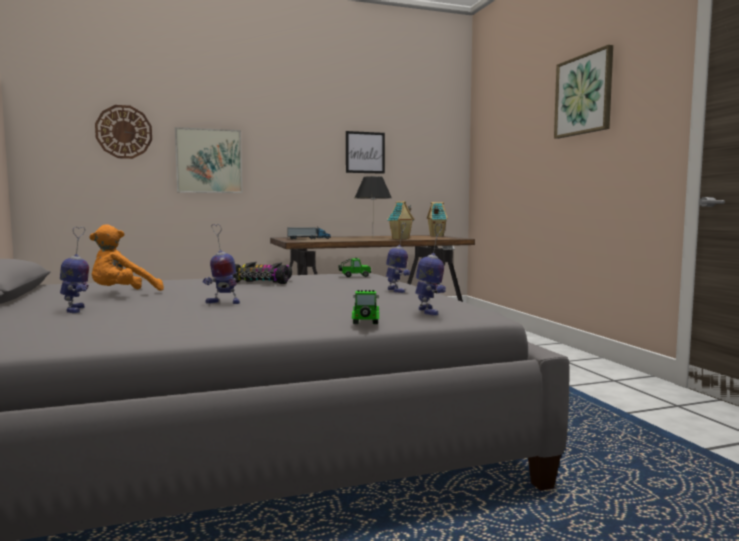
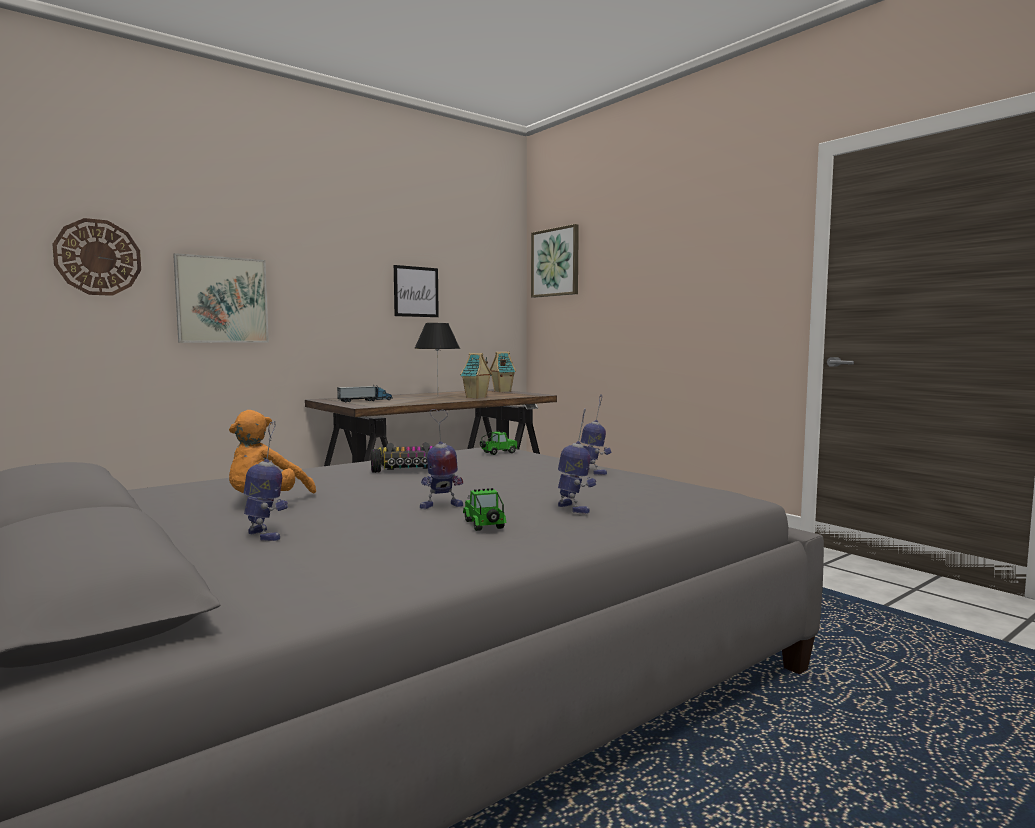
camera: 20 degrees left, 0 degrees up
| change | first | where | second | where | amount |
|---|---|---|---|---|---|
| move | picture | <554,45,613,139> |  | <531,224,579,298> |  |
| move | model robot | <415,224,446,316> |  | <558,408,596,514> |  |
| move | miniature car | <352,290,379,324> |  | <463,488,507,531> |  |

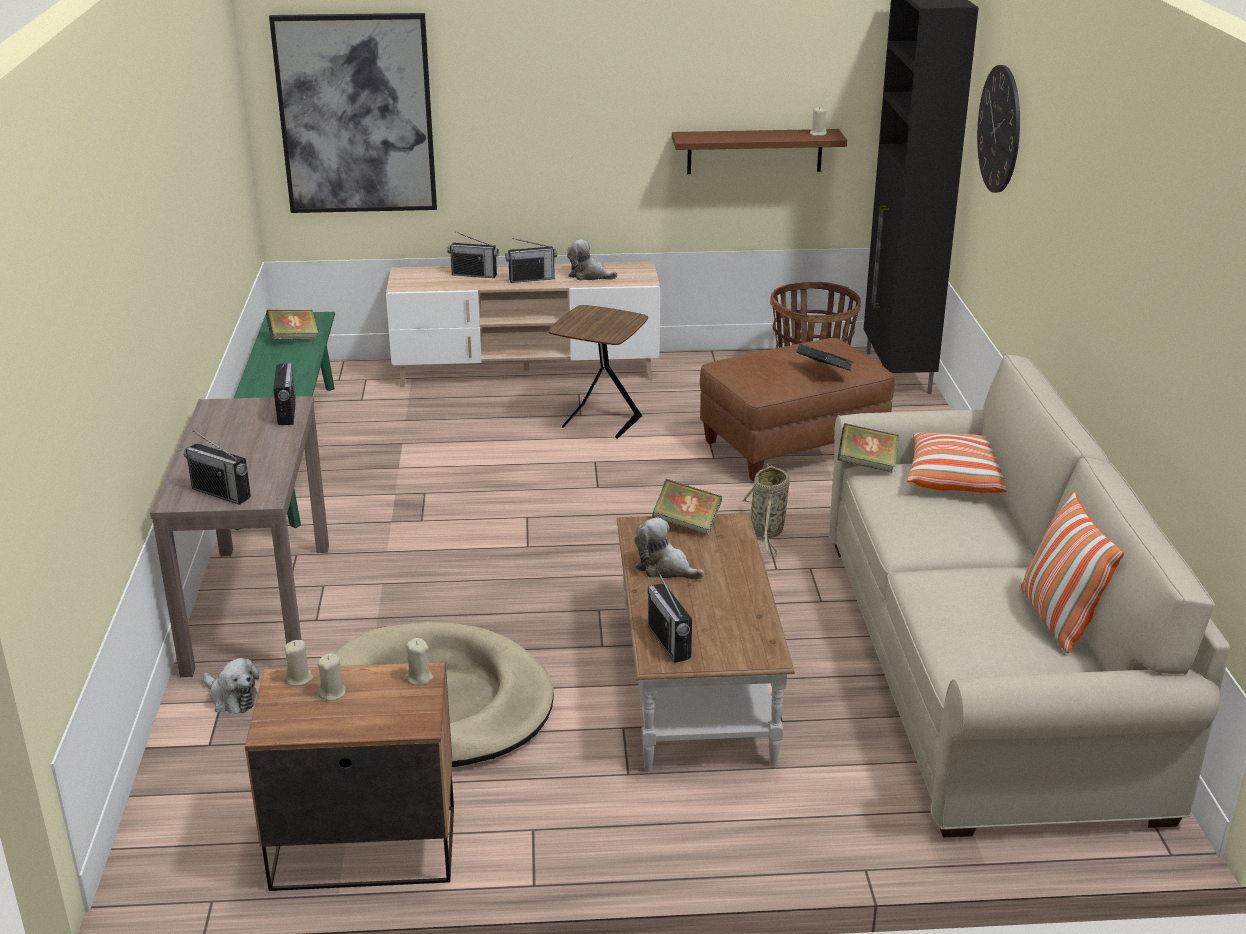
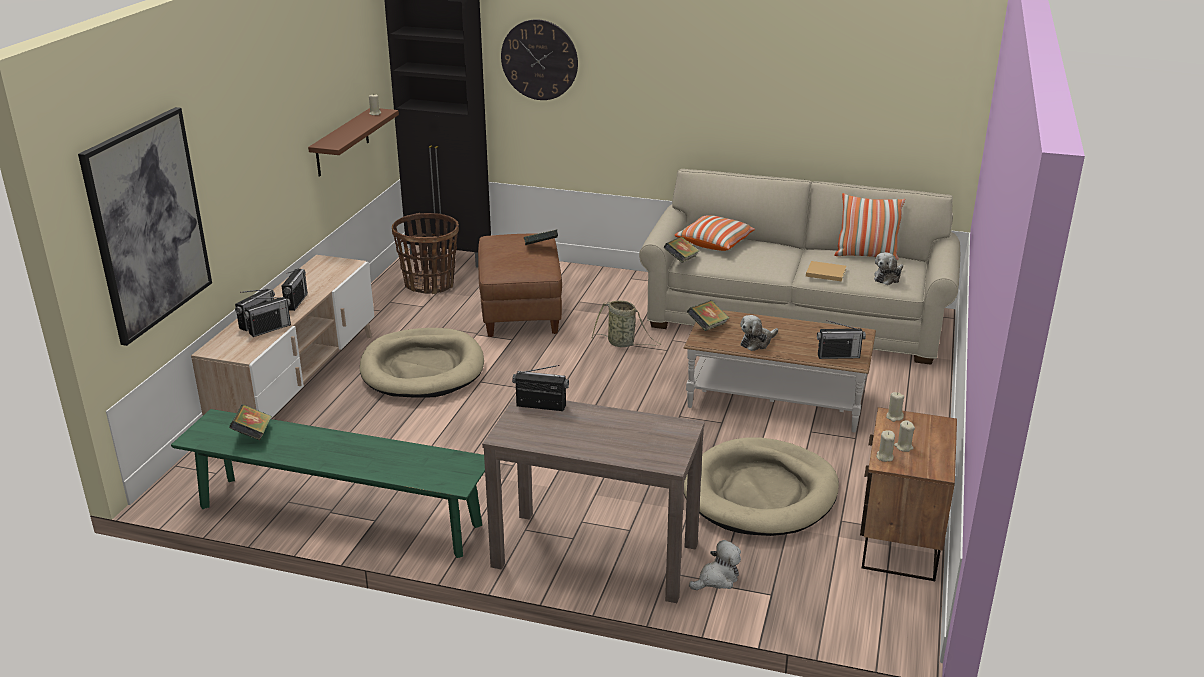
camera: 70 degrees left, 0 degrees up
| change | first | where | second | where | amount |
|---|---|---|---|---|---|
| move | soft toy | <567,239,618,280> |  | <874,252,903,285> |  |
| replace | side table in brownish | <549,305,648,439> | dog bed in beige | <360,328,484,397> |  |
| move | radio set | <184,430,251,505> |  | <243,297,291,337> |  |
| insert |  |  | volume in beige | <806,261,846,282> |  |

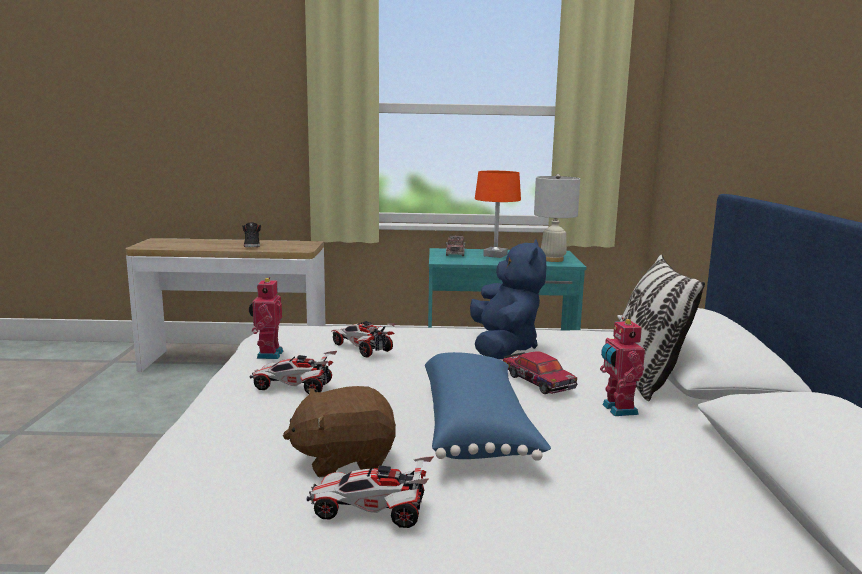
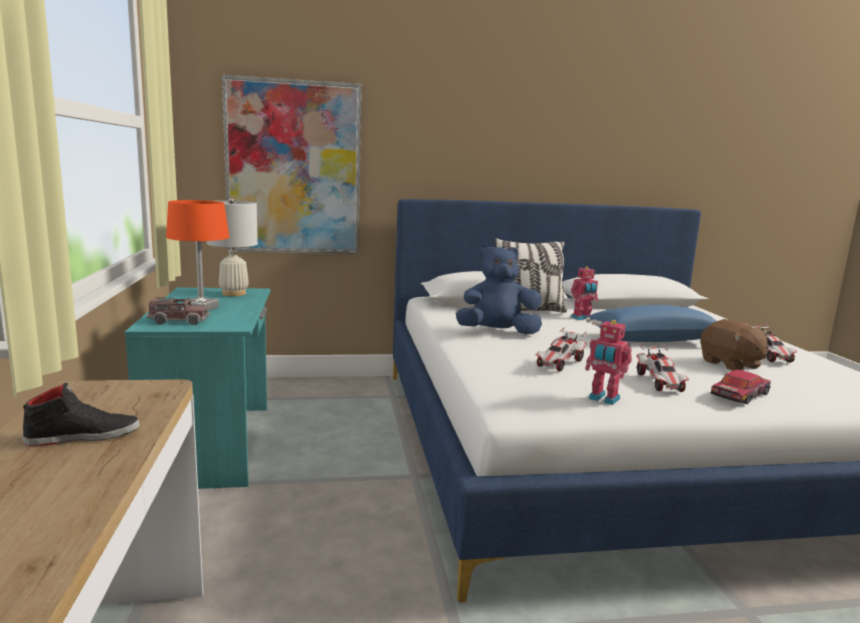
camera: 100 degrees left, 0 degrees up
| change | first | where | second | where | amount |
|---|---|---|---|---|---|
| rotate | model robot | <249,277,283,359> |  | <585,319,632,405> | 45 degrees clockwise |
| move | miniature car | <503,352,577,394> |  | <711,370,771,404> |  |
| insert |  |  | picture | <222,75,361,254> |  |

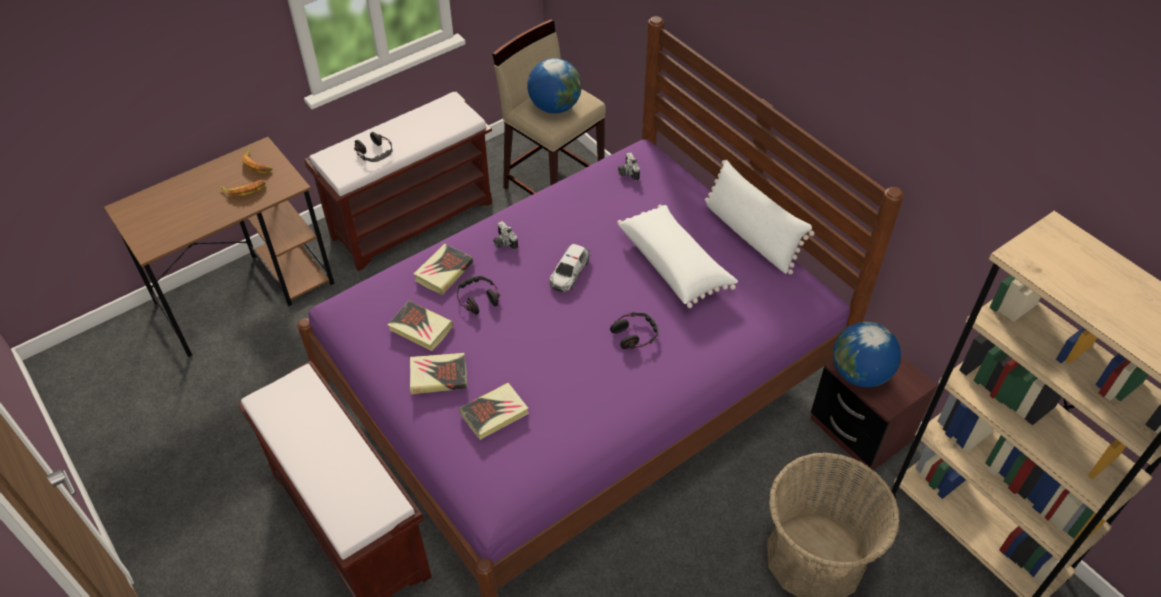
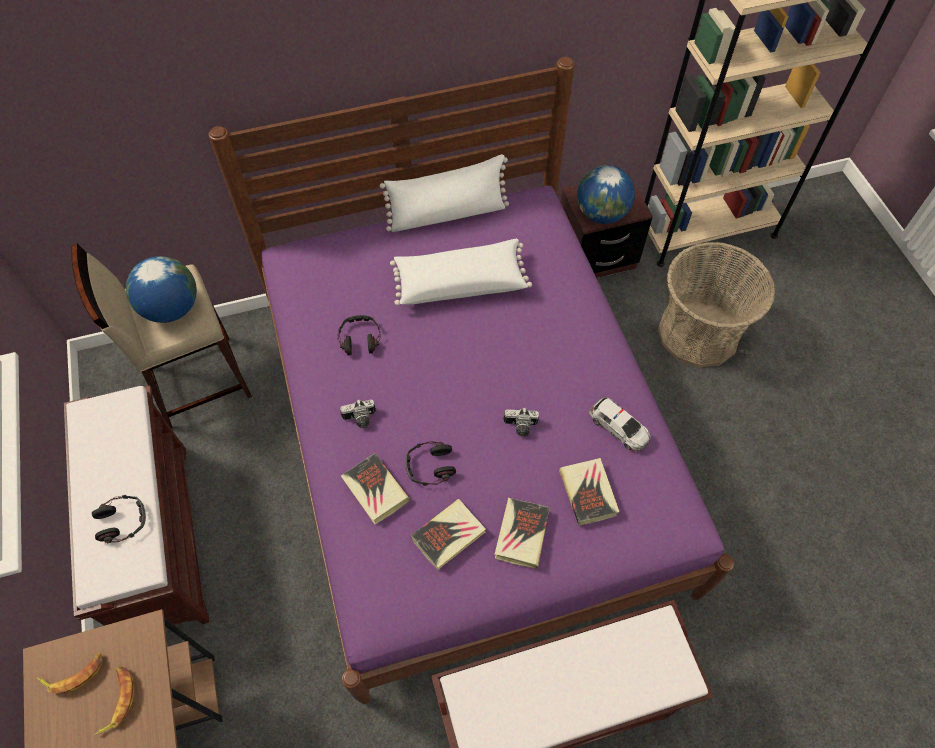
camera: 70 degrees left, 10 degrees up
| change | first | where | second | where | amount |
|---|---|---|---|---|---|
| move | photo camera | <618,152,640,181> |  | <503,408,539,437> |  |
| move | miniature car | <549,244,590,292> |  | <589,397,651,452> |  |
| move | headphones | <610,312,658,349> |  | <337,315,381,356> |  |

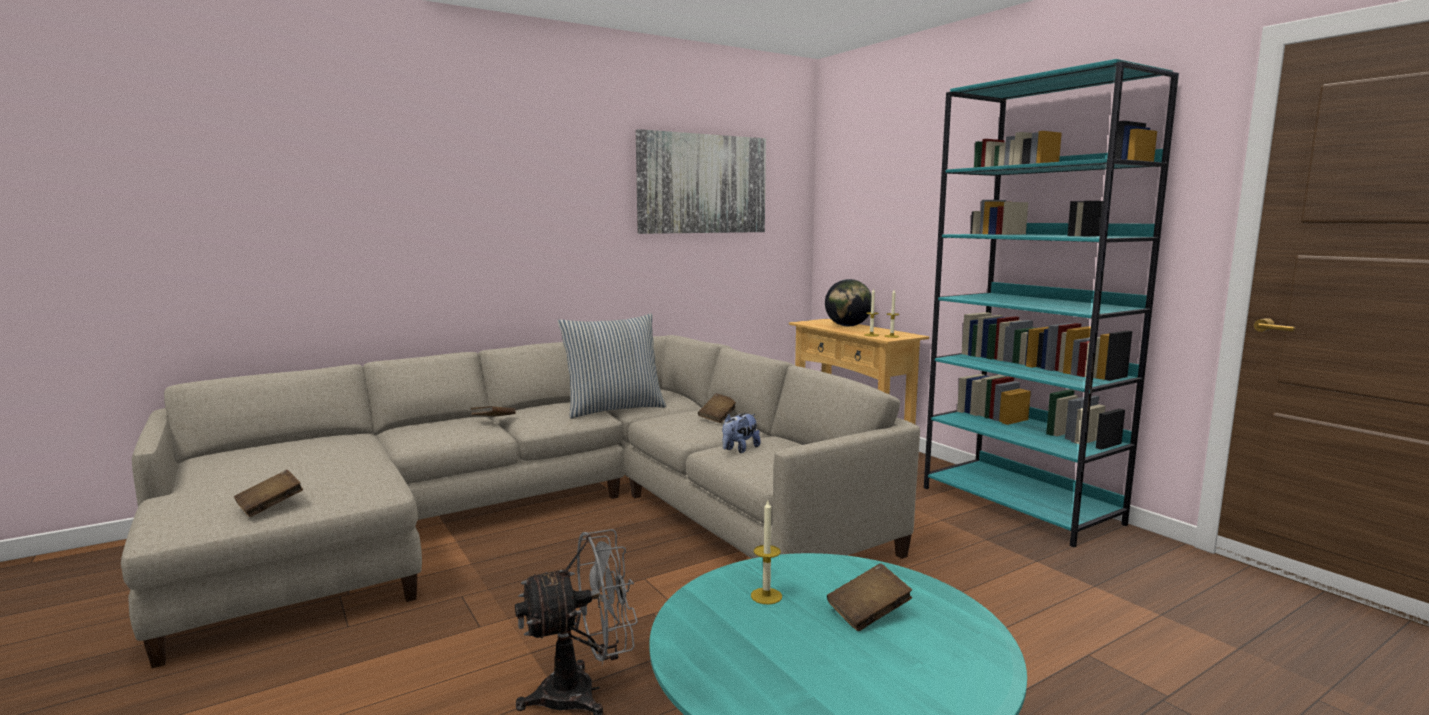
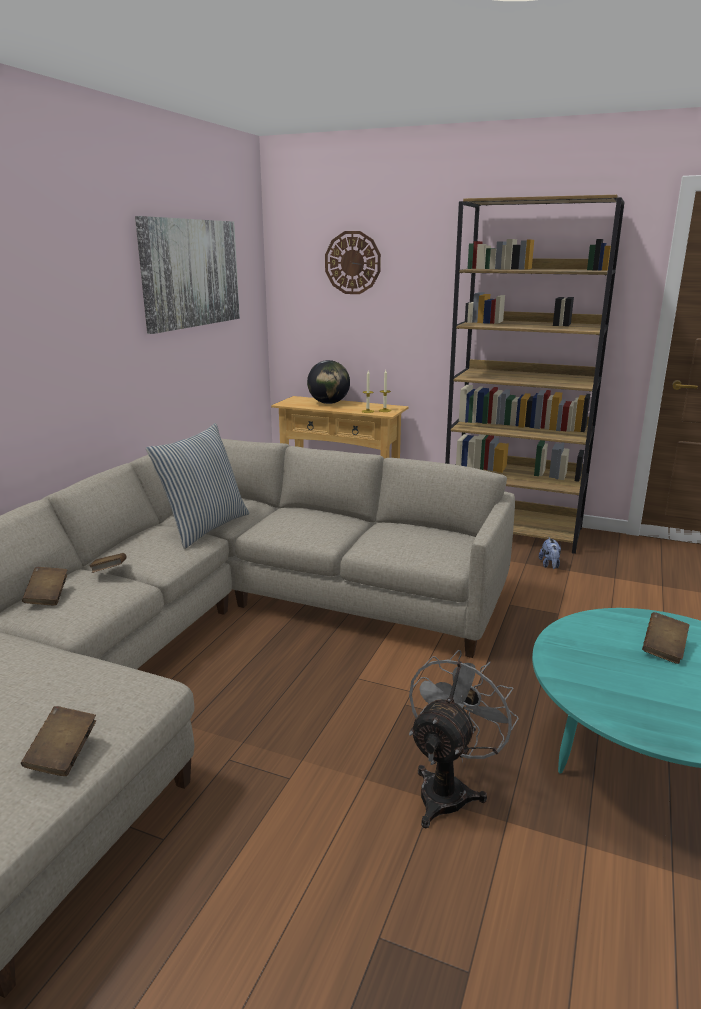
camera: 35 degrees left, 10 degrees up
| change | first | where | second | where | amount |
|---|---|---|---|---|---|
| recolor | bookshelf in turquoise | <924,59,1179,547> | bookshelf in brownish | <445,195,625,554> |  |
| move | volume in brownish | <698,394,736,423> |  | <22,567,68,605> |  |
| move | soft toy | <722,413,761,453> |  | <539,538,561,569> |  |
| delete | wax light | <751,500,782,604> |  |  |  |
| insert |  |  | wall clock | <325,231,381,294> |  |

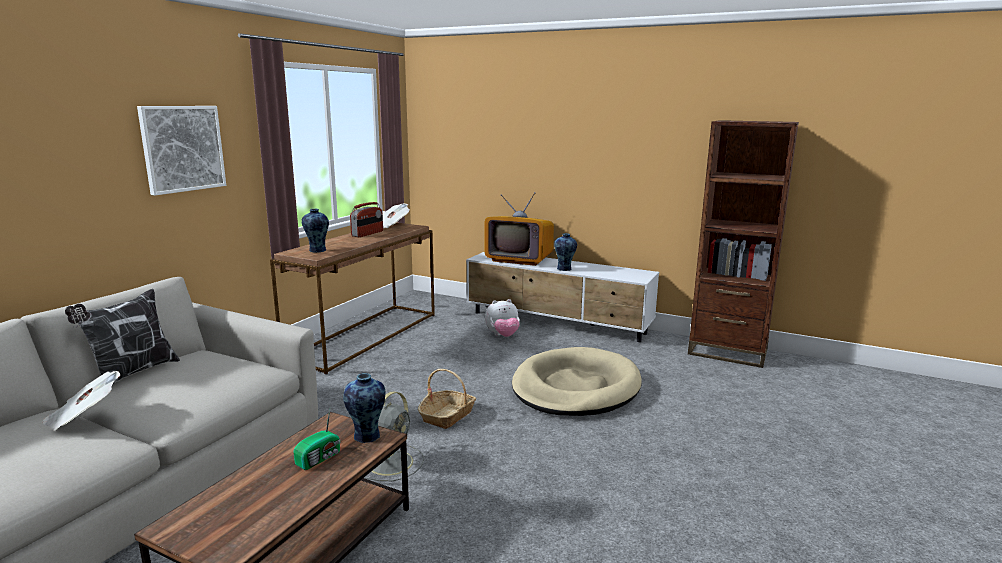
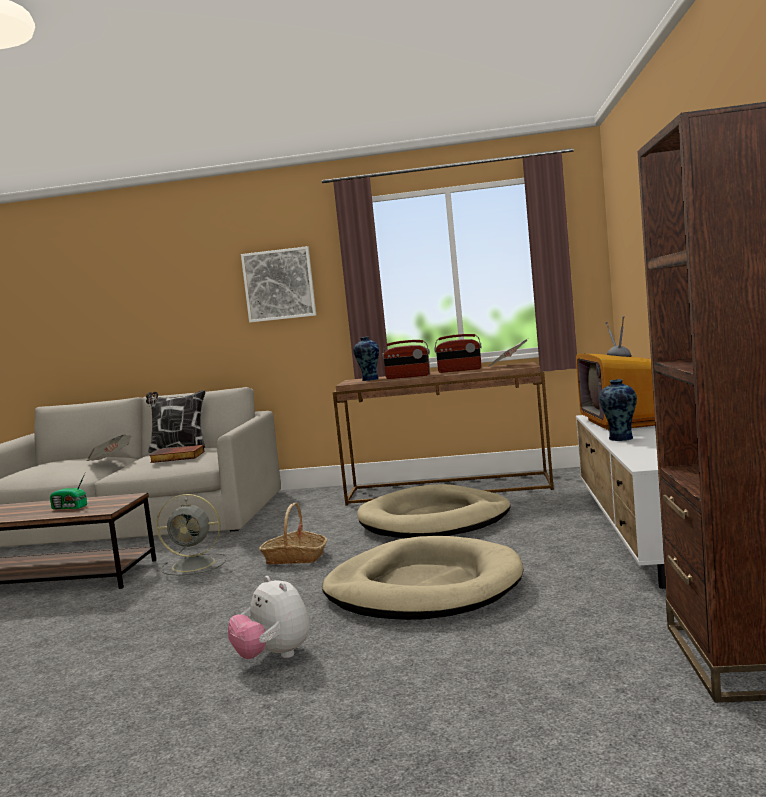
camera: 70 degrees right, 10 degrees down
| change | first | where | second | where | amount |
|---|---|---|---|---|---|
| move | soft toy | <485,299,520,337> |  | <228,576,310,659> |  |
| delete | decorative vase | <343,373,385,443> |  |  |  |
| insert |  |  | radio set | <382,340,430,379> |  |
| insert |  |  | volume | <150,445,204,463> |  |
| insert |  |  | dog bed in beige | <357,484,510,538> |  |

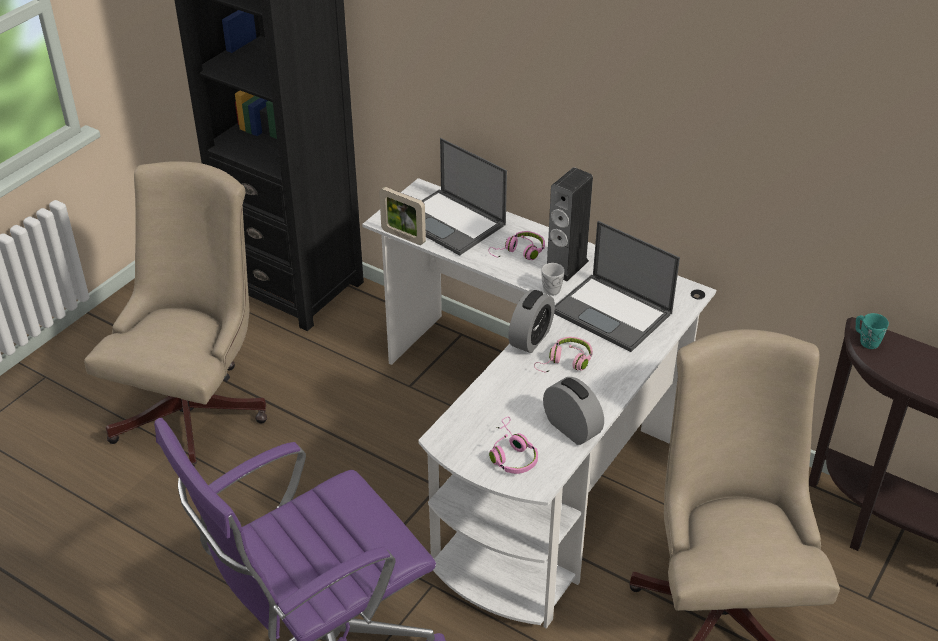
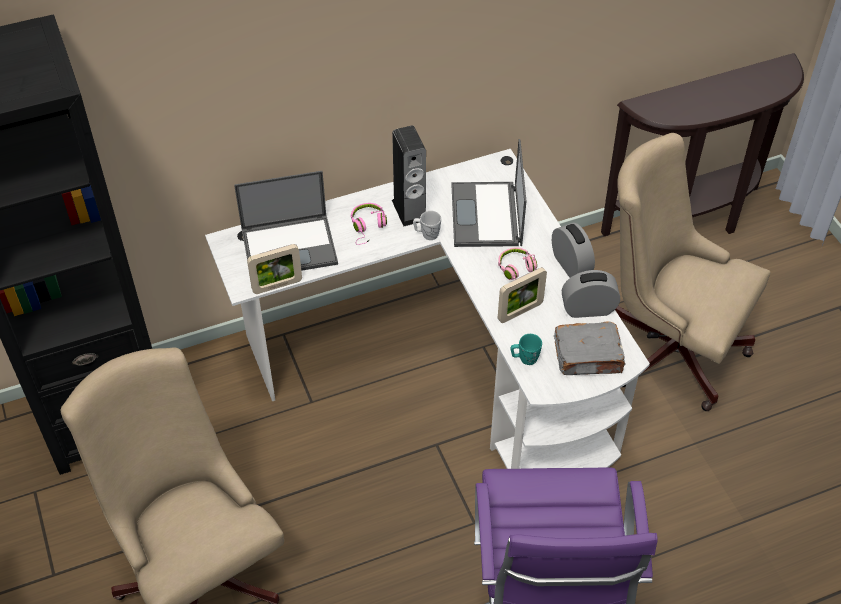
camera: 55 degrees left, 10 degrees up
| change | first | where | second | where | amount |
|---|---|---|---|---|---|
| rotate | notebook computer | <554,221,680,352> |  | <452,139,526,247> | 105 degrees clockwise |
| move | bedside clock | <508,290,555,353> |  | <552,223,595,278> |  |
| move | coffee mug in turquoise | <856,313,889,349> |  | <510,334,542,365> |  |
| replace | headphones in pink-coloured | <489,417,538,474> | volume in gray | <554,321,626,375> |  |
| insert |  |  | picture frame | <498,267,547,323> |  |

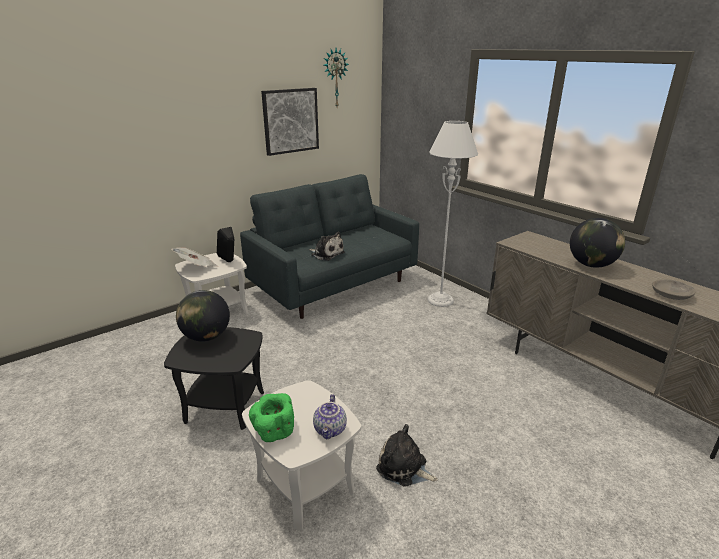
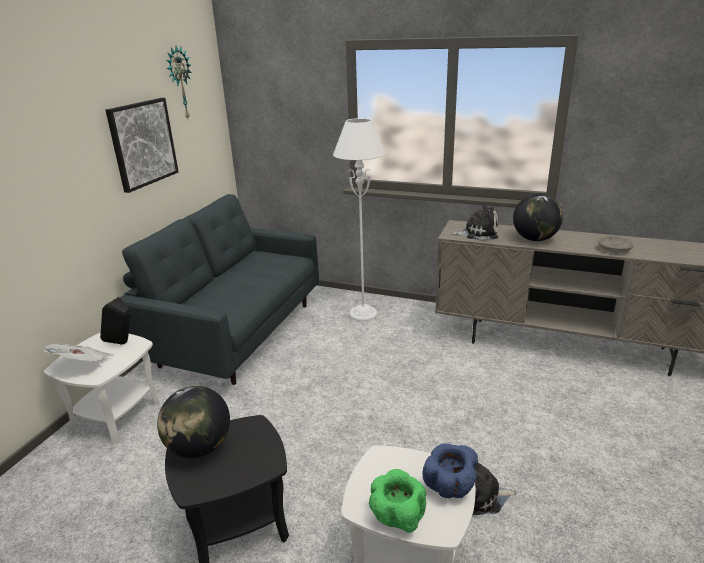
camera: 30 degrees left, 0 degrees up
| change | first | where | second | where | amount |
|---|---|---|---|---|---|
| move | soft toy | <309,232,345,261> |  | <452,204,498,240> |  |
| replace | pot for tea | <313,394,347,439> | deep dish in bluish | <423,443,478,498> |  |

